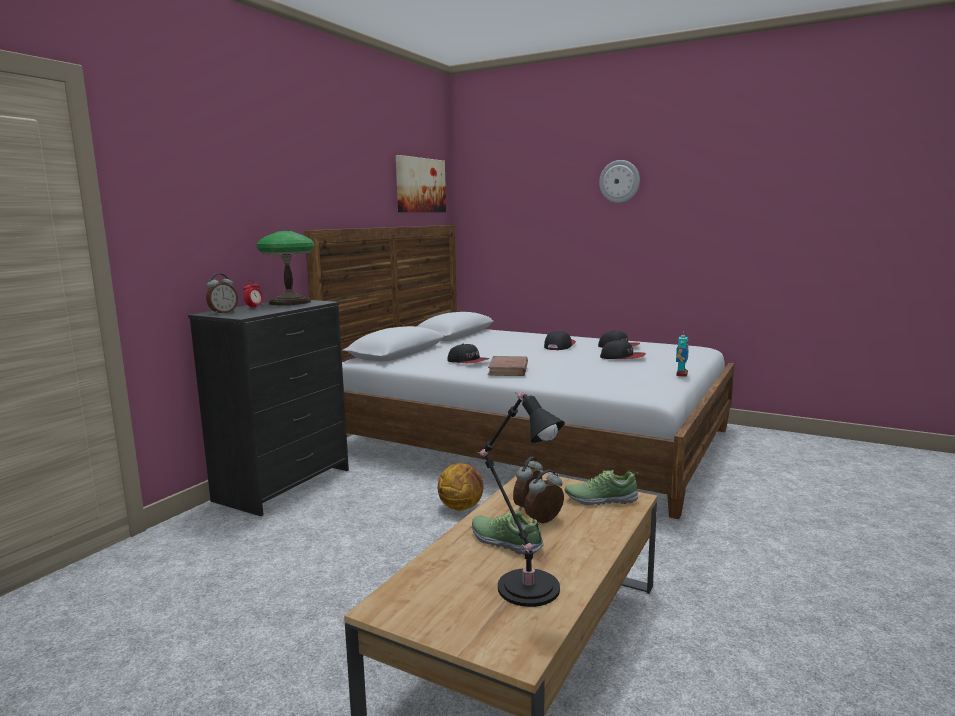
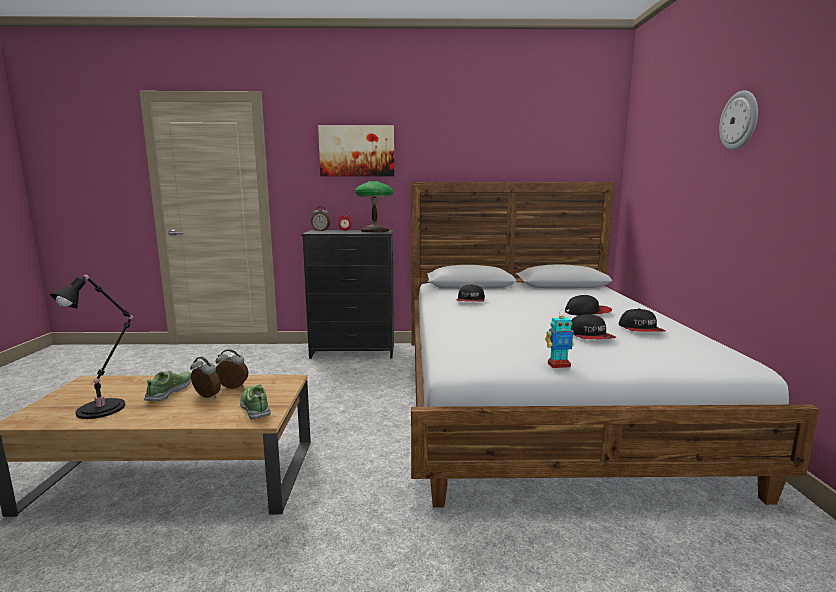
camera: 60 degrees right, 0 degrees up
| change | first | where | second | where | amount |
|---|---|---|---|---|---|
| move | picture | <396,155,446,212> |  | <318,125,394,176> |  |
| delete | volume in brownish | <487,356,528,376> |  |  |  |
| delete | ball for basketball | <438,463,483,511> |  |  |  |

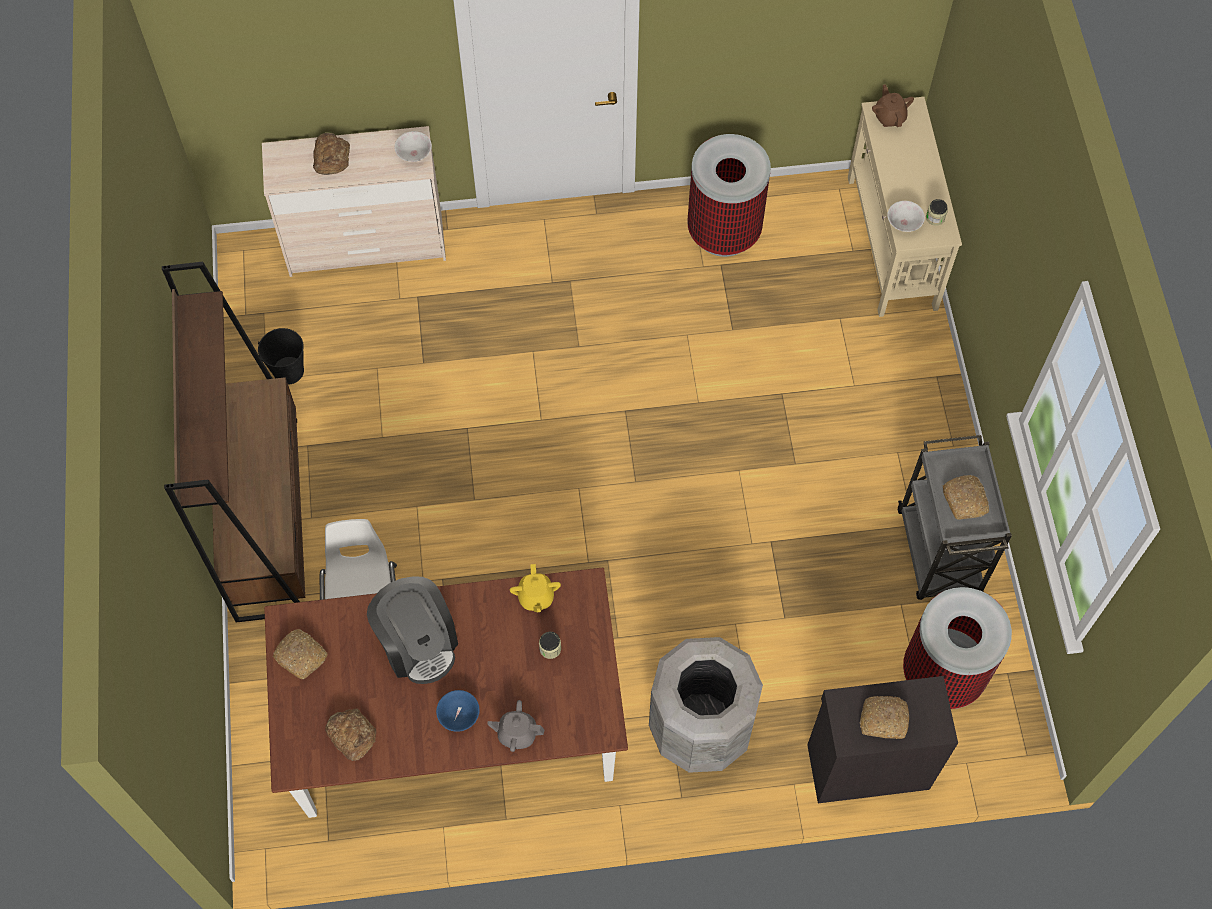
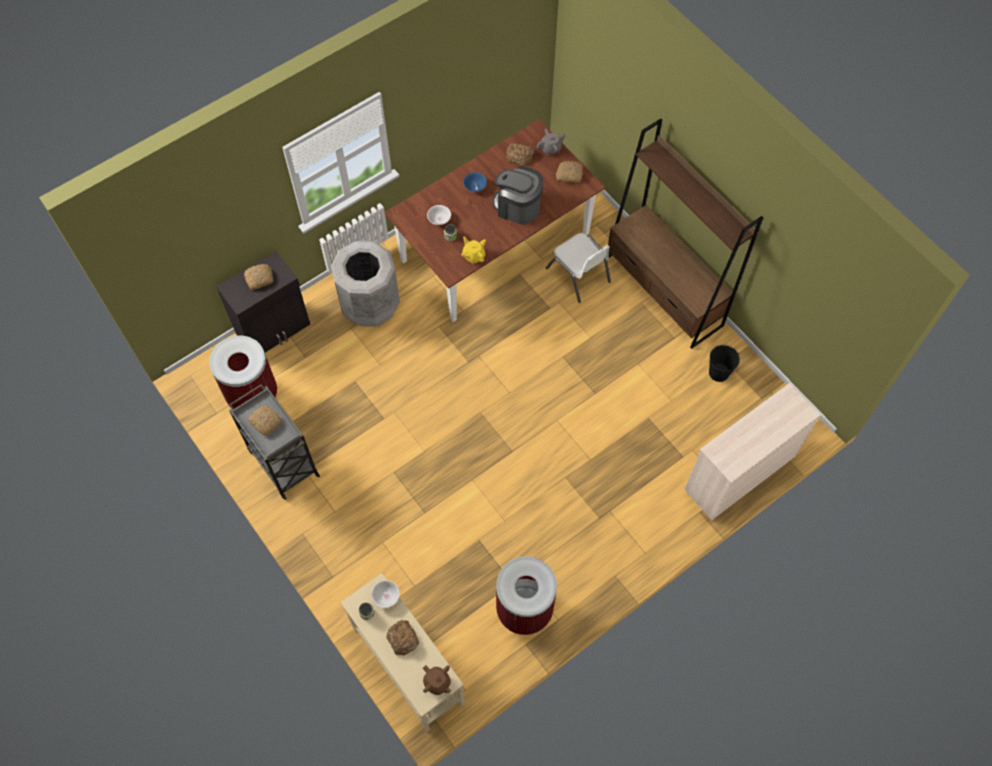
camera: 150 degrees right, 0 degrees up
| change | first | where | second | where | amount |
|---|---|---|---|---|---|
| move | deep dish in whitish | <394,131,432,162> |  | <427,205,451,225> |  |
| move | bread | <313,133,350,175> |  | <386,620,419,655> |  |
| move | pot for tea in gray | <487,700,544,752> |  | <537,129,565,155> |  |

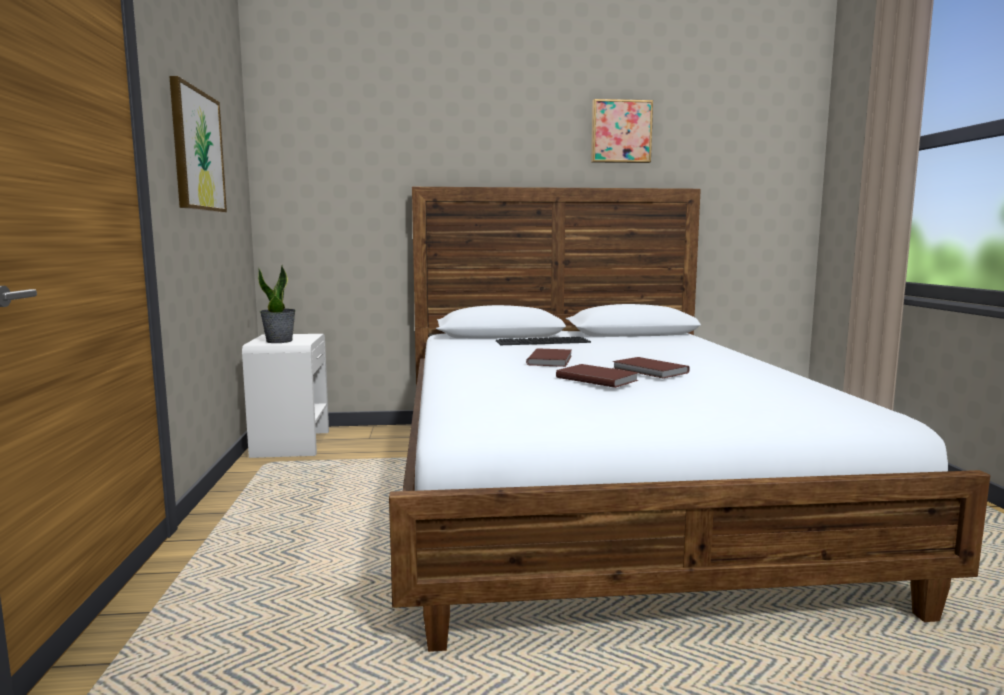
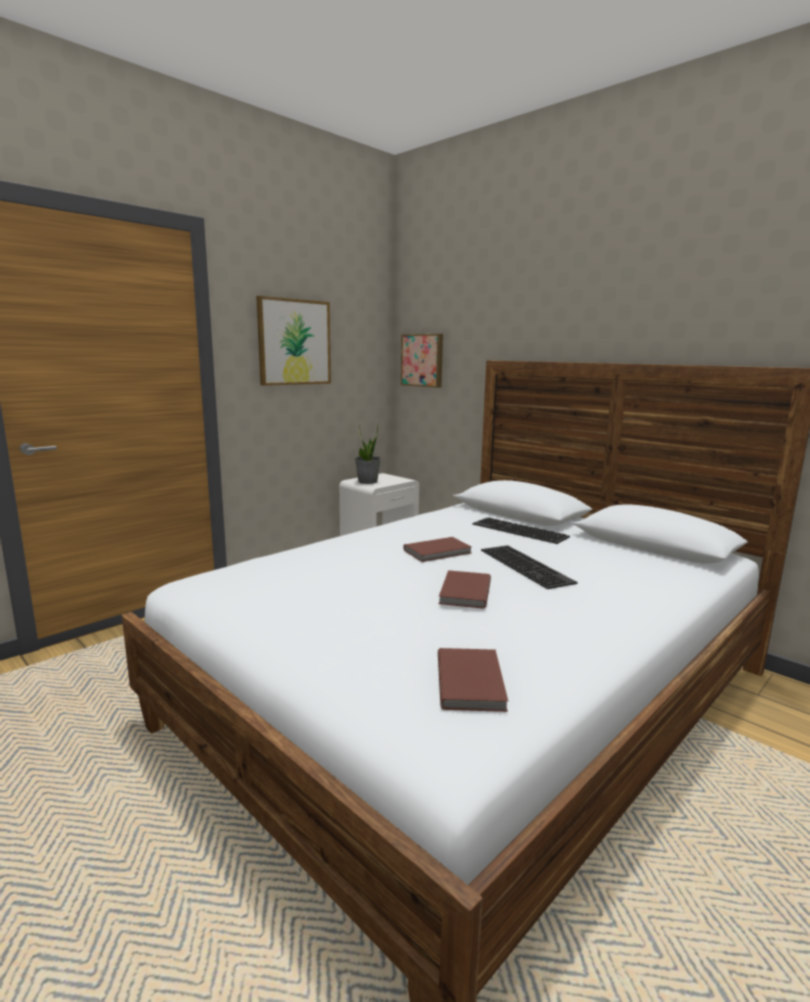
camera: 50 degrees right, 5 degrees up
| change | first | where | second | where | amount |
|---|---|---|---|---|---|
| move | picture | <591,99,653,163> |  | <401,334,443,388> |  |
| move | volume in brownish | <556,364,639,388> |  | <438,648,508,712> |  |
| insert |  |  | PC keyboard | <481,545,578,589> |  |

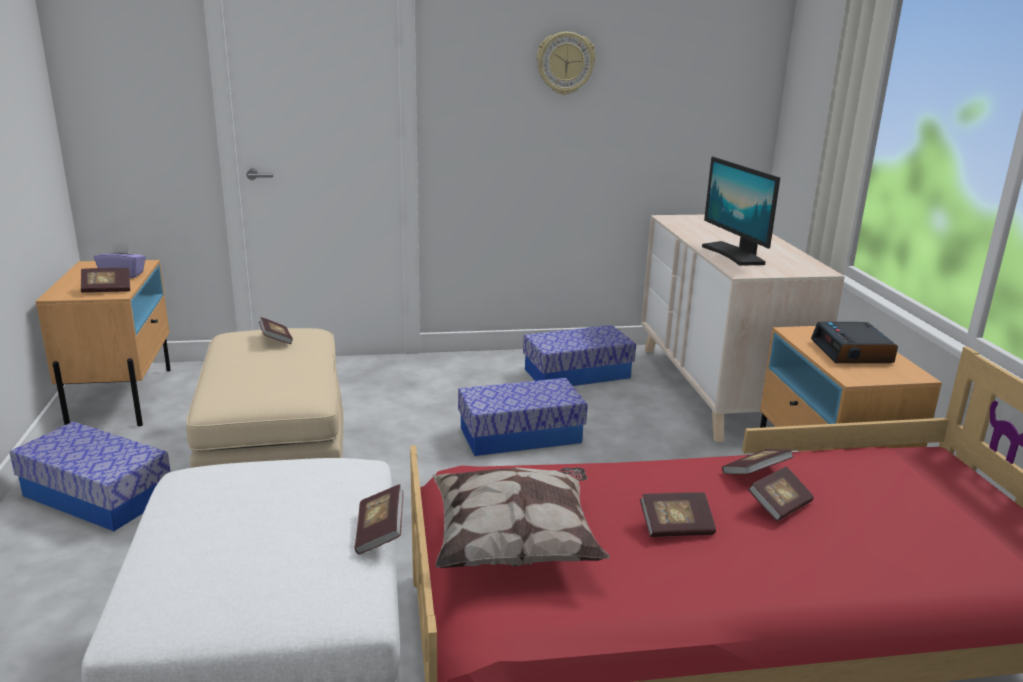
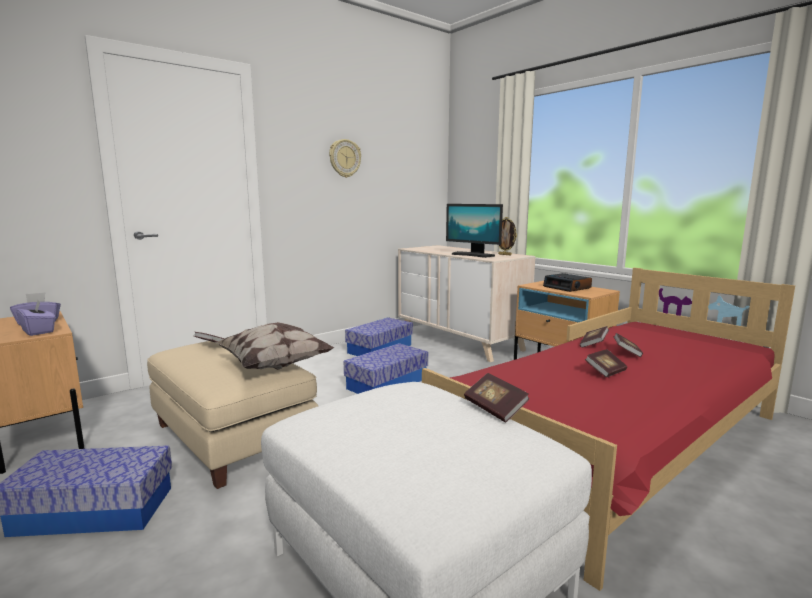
camera: 30 degrees left, 10 degrees down
| change | first | where | second | where | amount |
|---|---|---|---|---|---|
| replace | volume | <81,268,130,293> | box of tissues in purple | <16,300,56,336> |  |
| move | pillow | <433,467,610,568> |  | <214,322,334,370> |  |
| insert |  |  | picture frame | <498,217,517,256> |  |

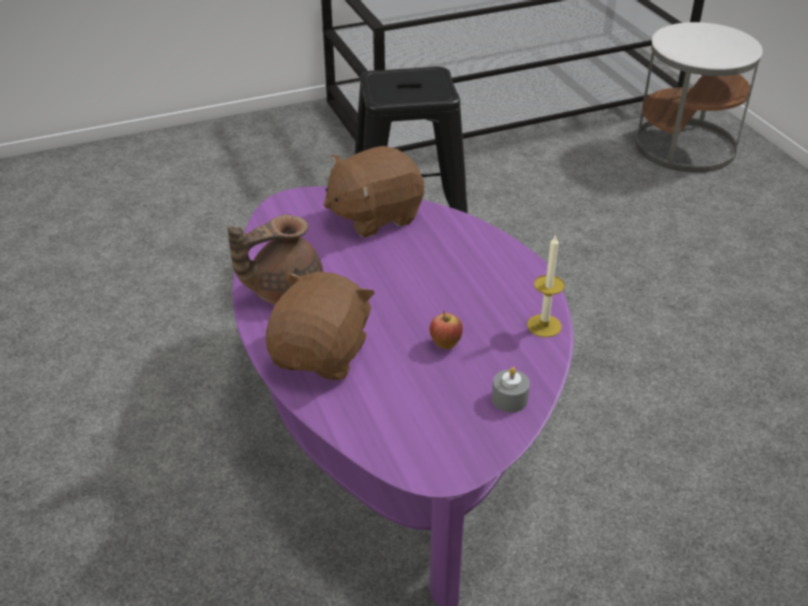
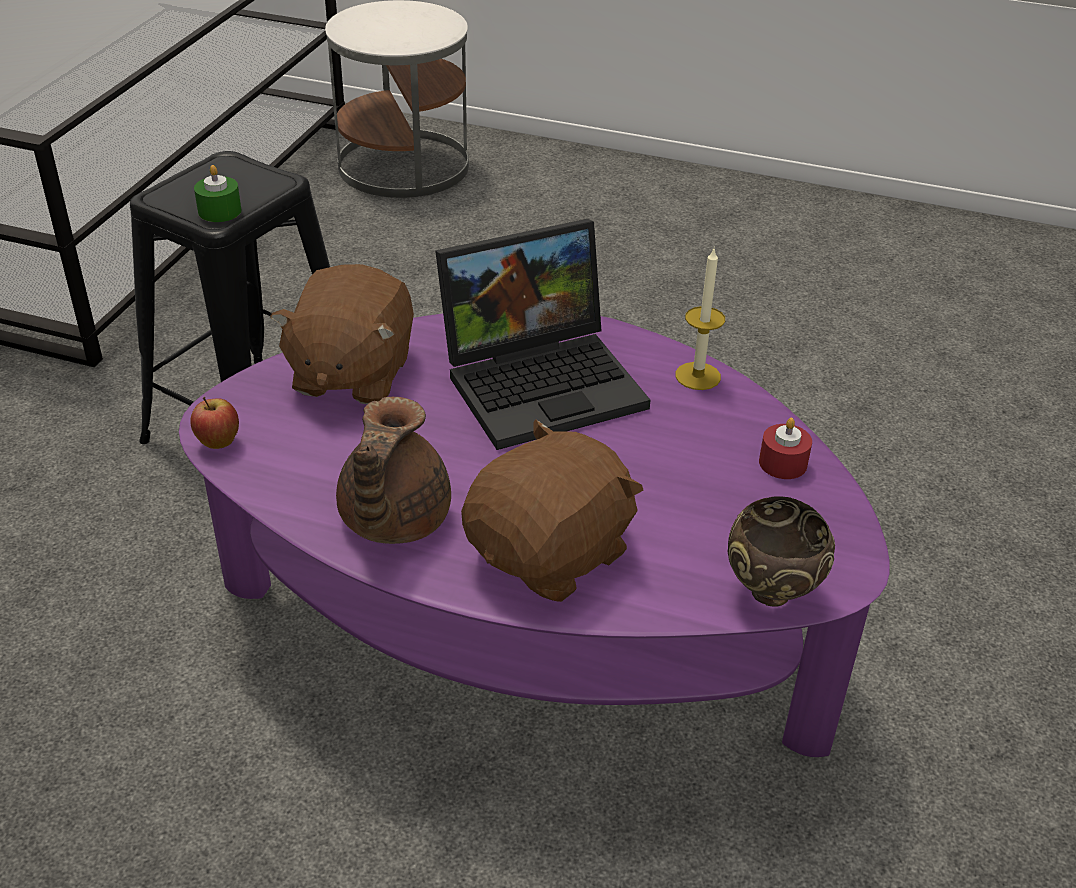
camera: 50 degrees left, 0 degrees up
| change | first | where | second | where | amount |
|---|---|---|---|---|---|
| rotate | soft toy in brownish | <266,272,375,380> |  | <461,420,643,602> | 75 degrees clockwise |
| move | apple fruit | <429,311,463,349> |  | <191,397,239,449> |  |
| recolor | wax light in gray | <492,367,530,412> | wax light in red | <759,418,812,479> |  |
| insert |  |  | wax light in greenish | <194,165,241,222> |  |
| insert |  |  | notebook computer | <435,219,650,450> |  |
| insert |  |  | deep dish in brownish | <728,496,835,607> |  |

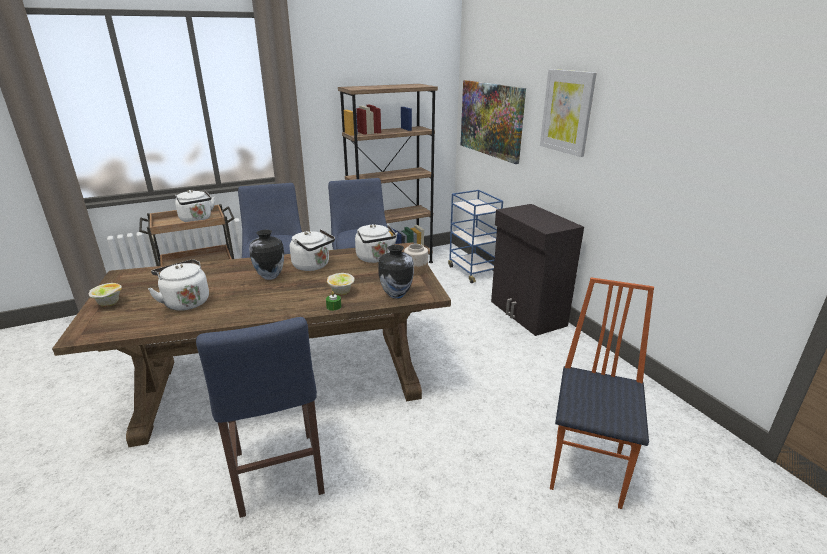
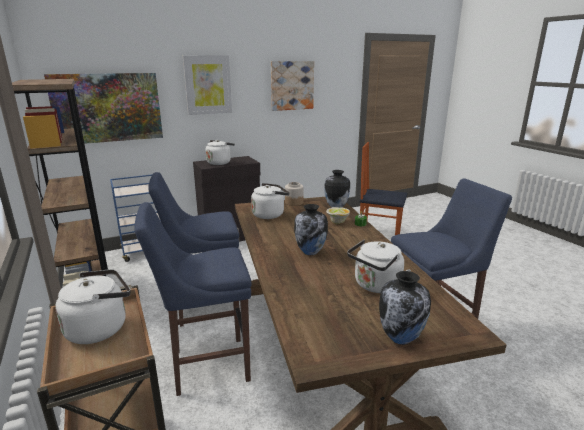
camera: 90 degrees left, 5 degrees down
| change | first | where | second | where | amount |
|---|---|---|---|---|---|
| move | water kettle in whitish | <290,229,335,271> |  | <205,140,235,165> |  |
| replace | deep dish | <88,283,122,307> | decorative vase | <379,271,431,345> |  |
| insert |  |  | picture | <271,61,314,111> |  |

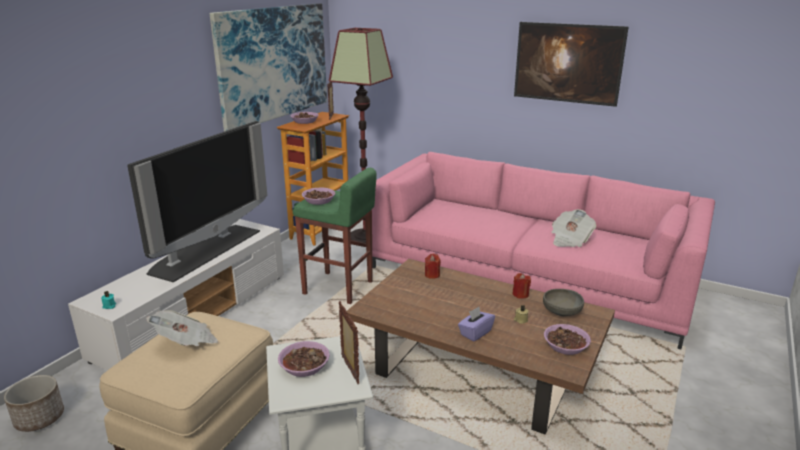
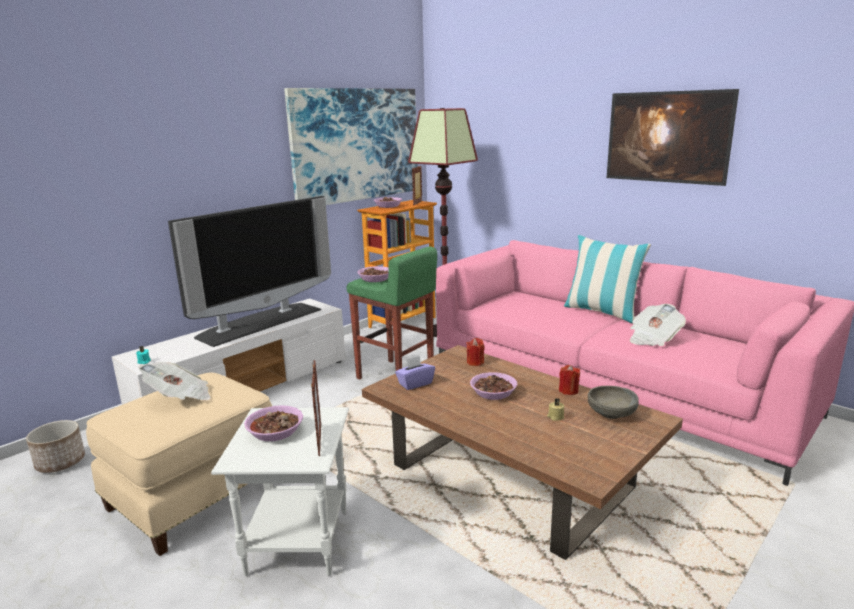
camera: 15 degrees right, 5 degrees down
| change | first | where | second | where | amount |
|---|---|---|---|---|---|
| move | box of tissues in purple | <458,307,495,341> |  | <395,356,435,390> |  |
| move | deep dish | <544,324,591,355> |  | <470,372,517,400> |  |
| insert |  |  | pillow | <564,235,651,324> |  |

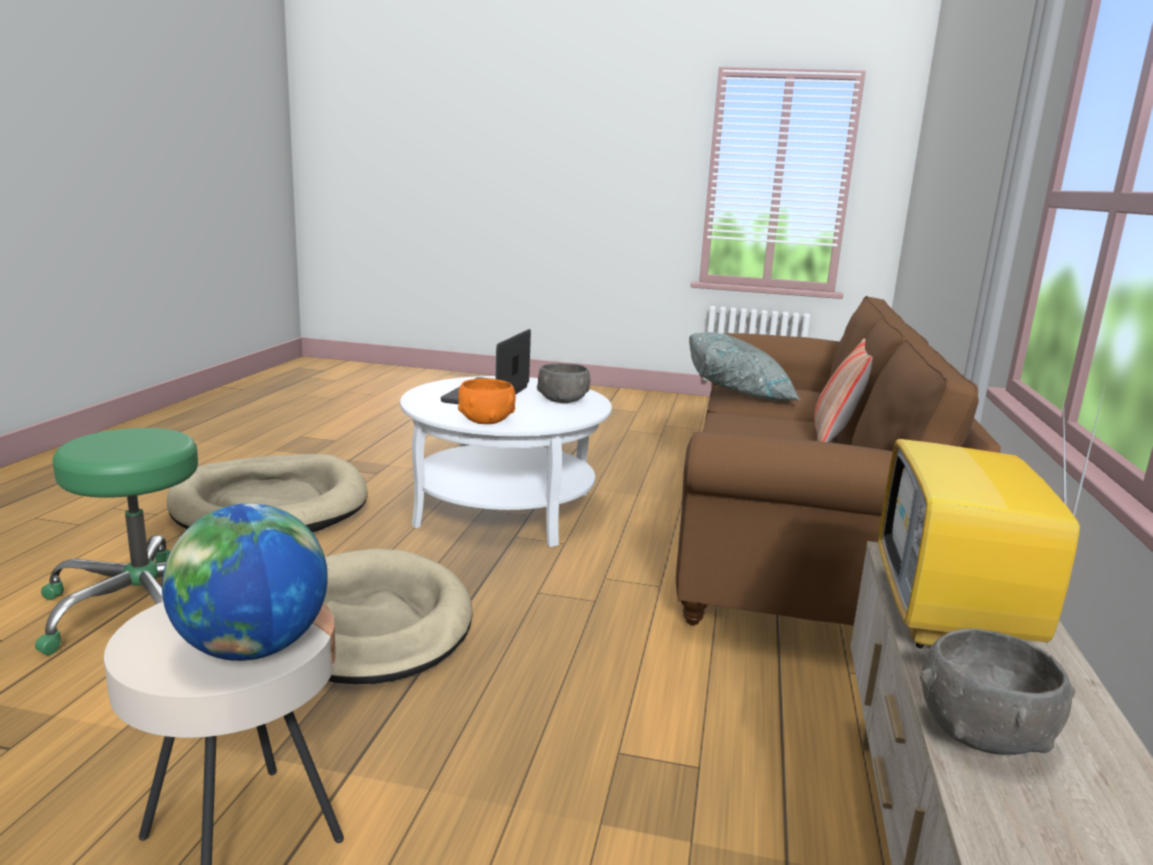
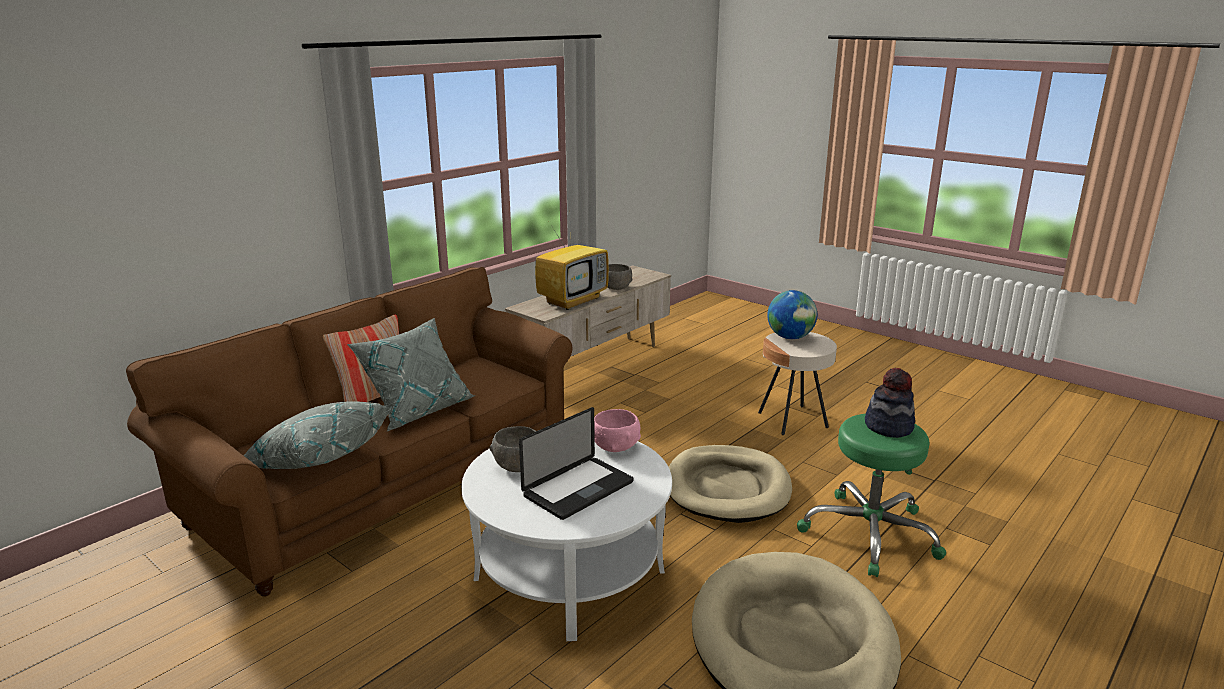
camera: 150 degrees left, 5 degrees up
| change | first | where | second | where | amount |
|---|---|---|---|---|---|
| recolor | deep dish in orange-coloured | <458,378,516,424> | deep dish in pink-coloured | <594,409,641,452> |  |
| insert |  |  | pillow in gray | <347,318,475,431> |  |
| insert |  |  | hat | <865,368,915,438> |  |

